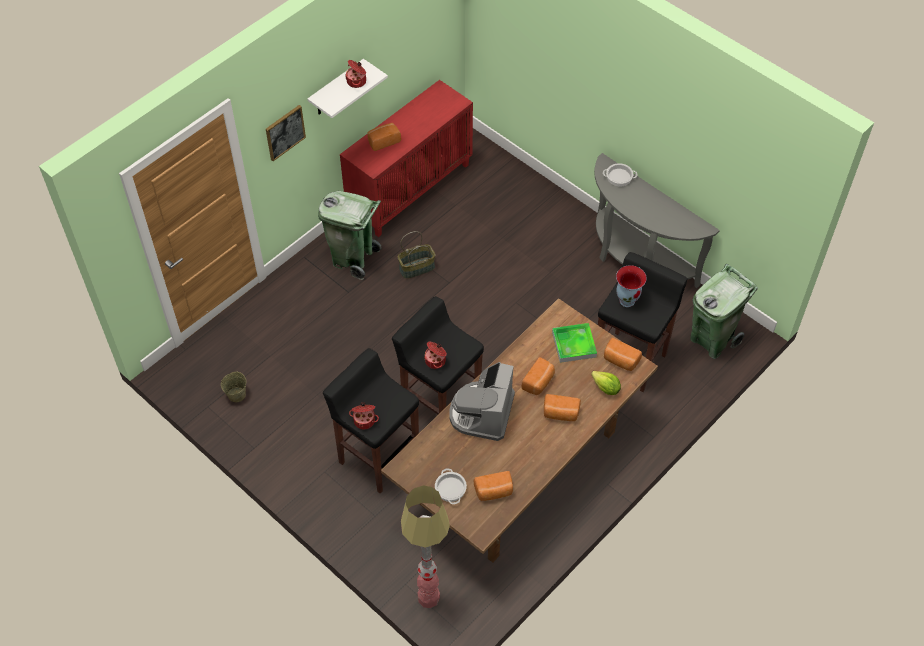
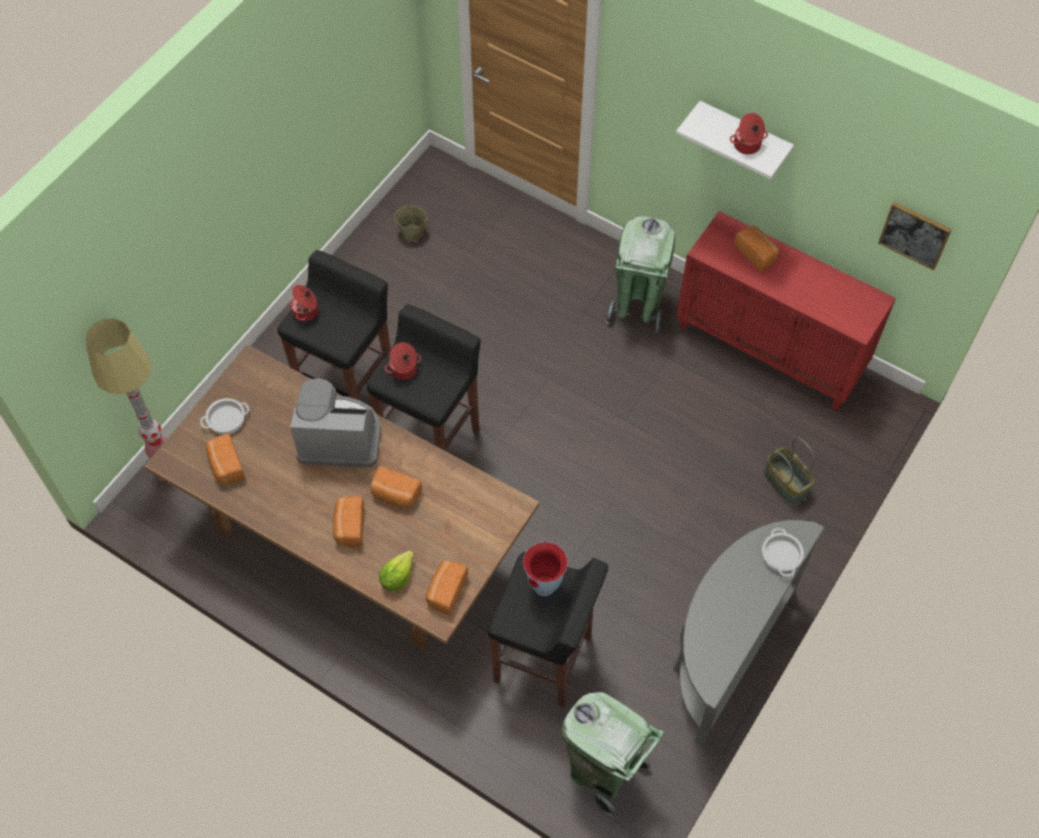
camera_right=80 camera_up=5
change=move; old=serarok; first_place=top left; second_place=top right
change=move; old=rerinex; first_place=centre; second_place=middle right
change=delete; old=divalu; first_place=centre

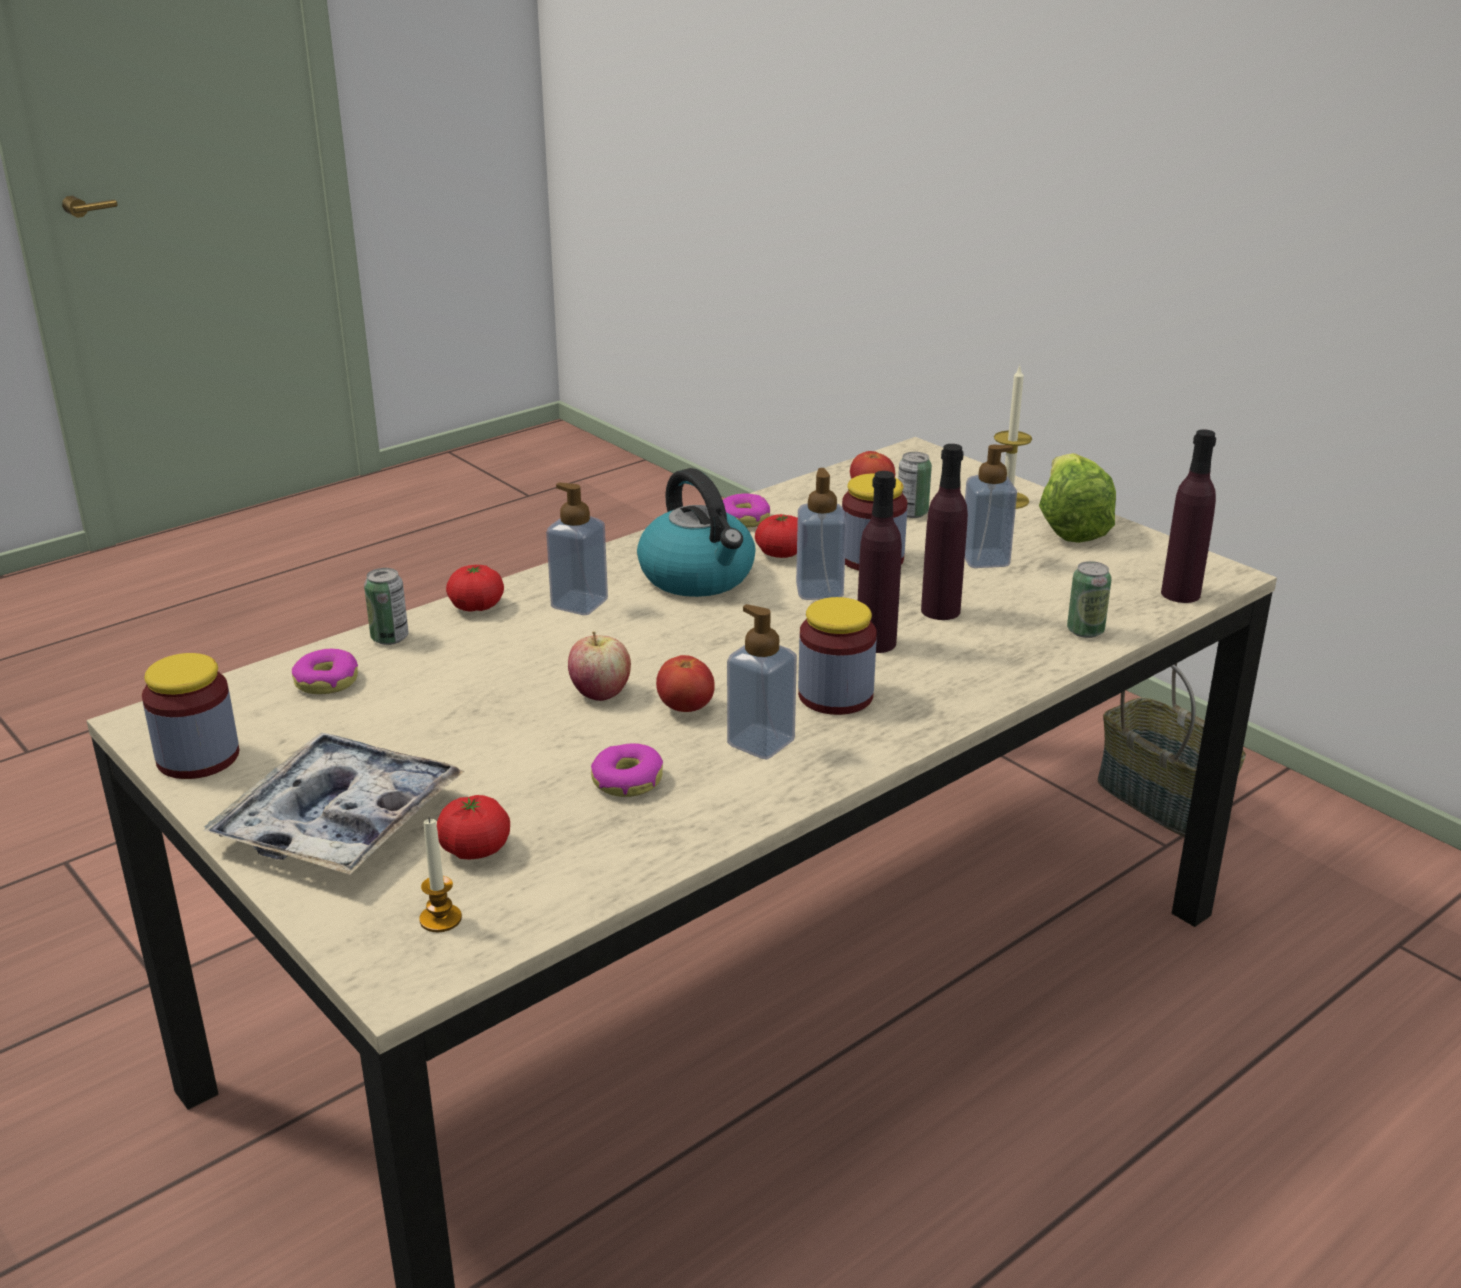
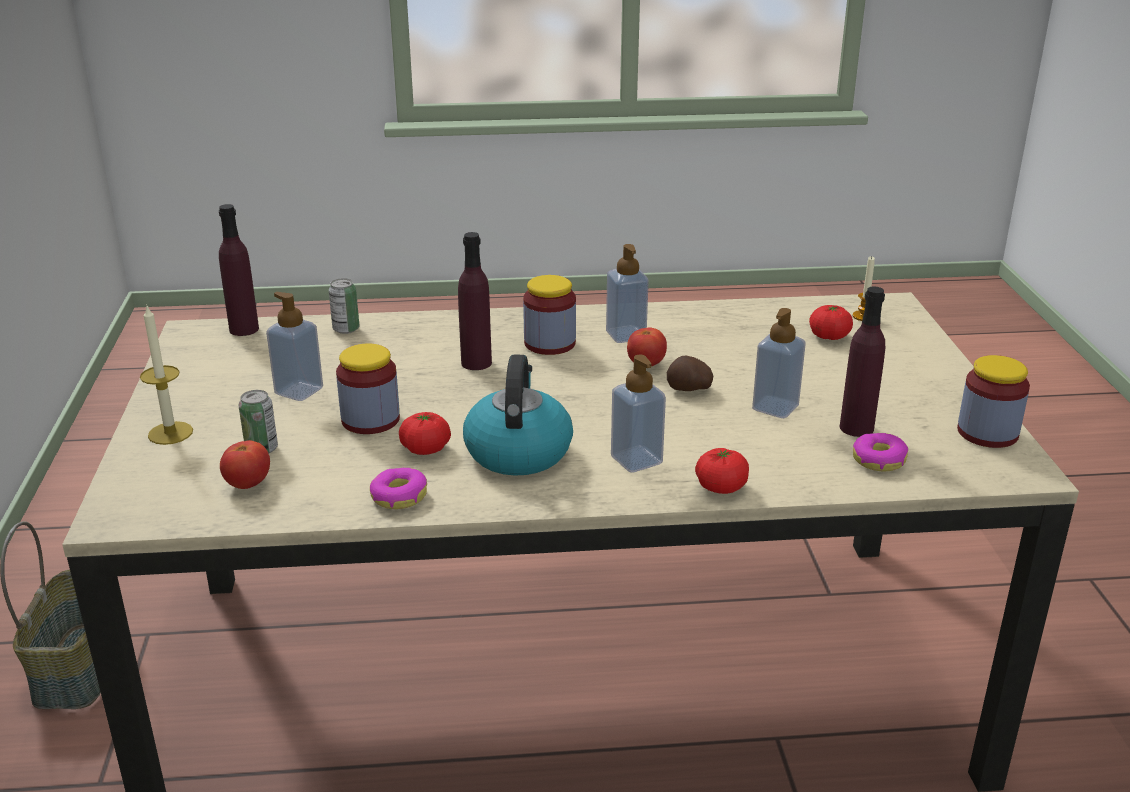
camera_right=-145 camera_up=0
change=move; old=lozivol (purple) (2nd from left in the first image); new=lozivol (purple) (3rd from left); first_place=centre; second_place=middle right
change=delete; old=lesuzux; first_place=middle right
change=move; old=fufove (3rd from left in the first image); new=fufove (4th from left); first_place=centre; second_place=middle right
change=delete; old=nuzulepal (1st from left); first_place=middle left
change=replace; old=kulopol; new=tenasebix; first_place=centre; second_place=centre
change=delete; old=divalu; first_place=middle left
change=delete; old=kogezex (2nd from left); first_place=centre

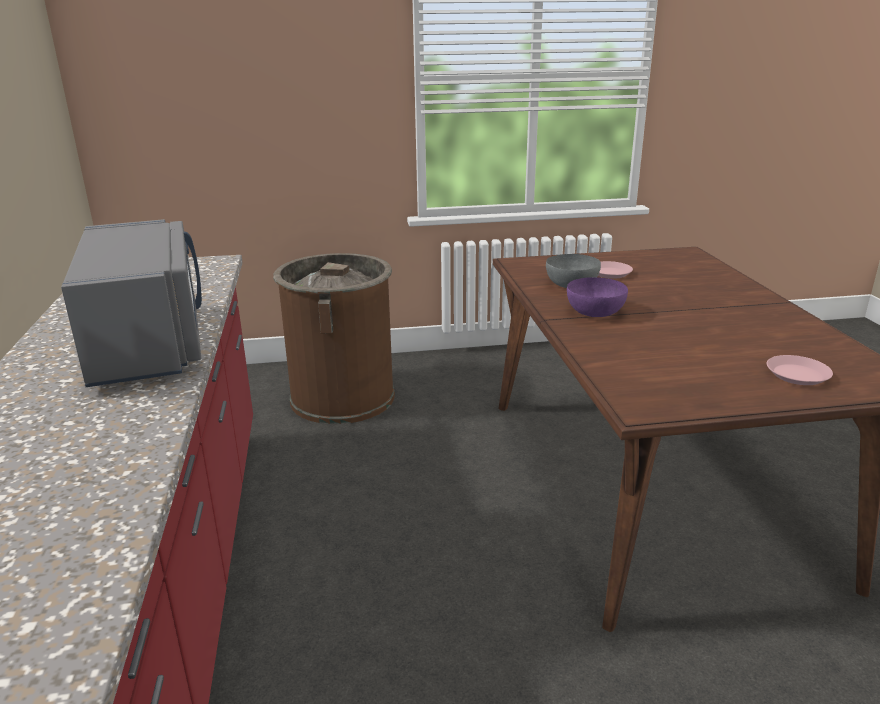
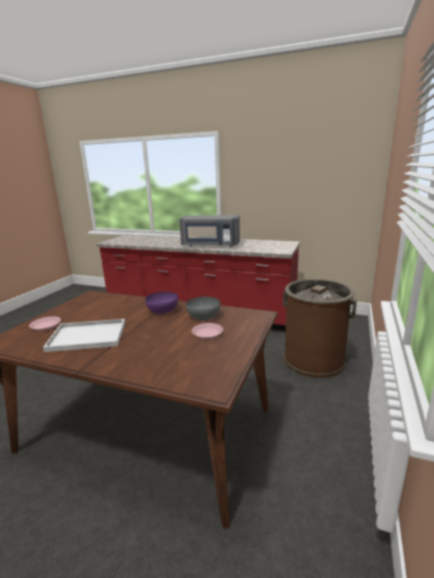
camera_right=120 camera_up=-5
change=insert; new=divalu (white); second_place=middle left

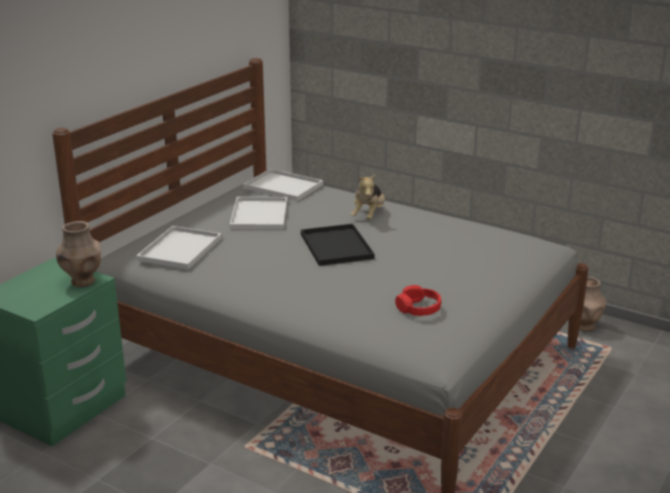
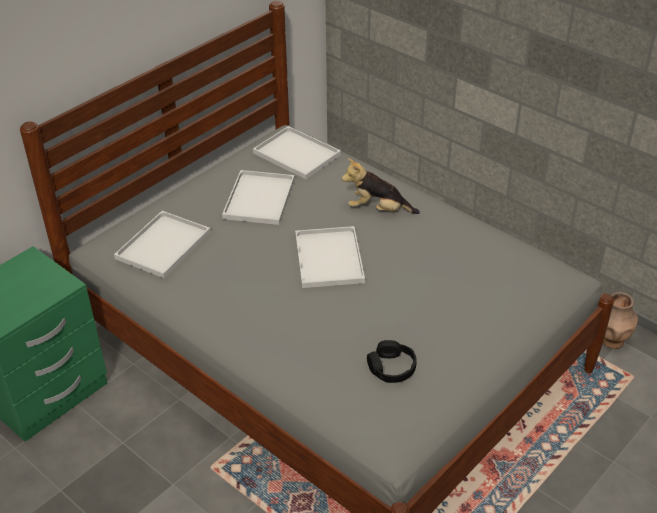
camera_right=10 camera_up=15
change=rotate; old=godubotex; first_place=centre; second_place=centre; degrees=75
change=delete; old=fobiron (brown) (1st from left); first_place=middle left
change=recolor; old=divalu (black); new=divalu (white) (4th from left); first_place=centre; second_place=centre
change=recolor; old=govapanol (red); new=govapanol (black); first_place=centre; second_place=bottom centre

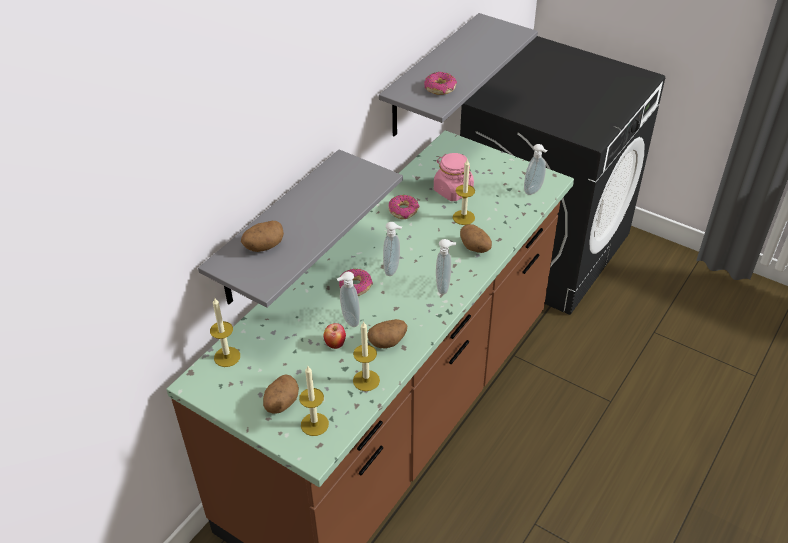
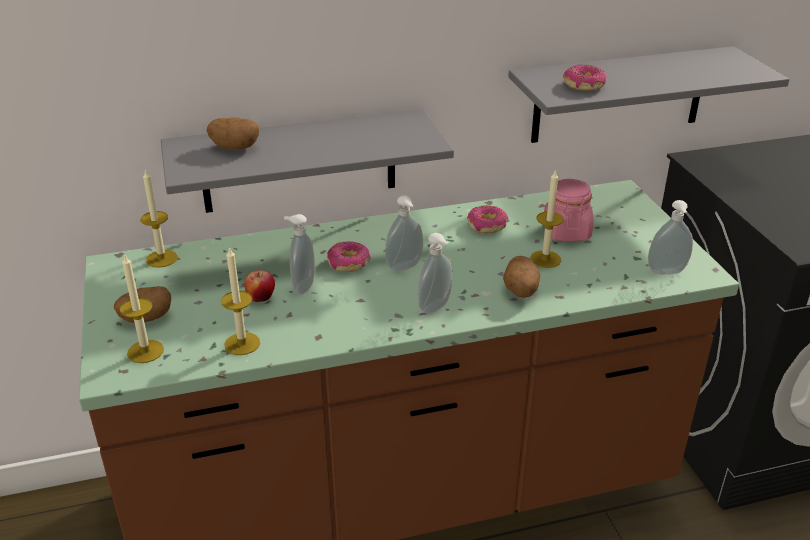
camera_right=40 camera_up=-10
change=delete; old=tenasebix (3rd from left); first_place=centre

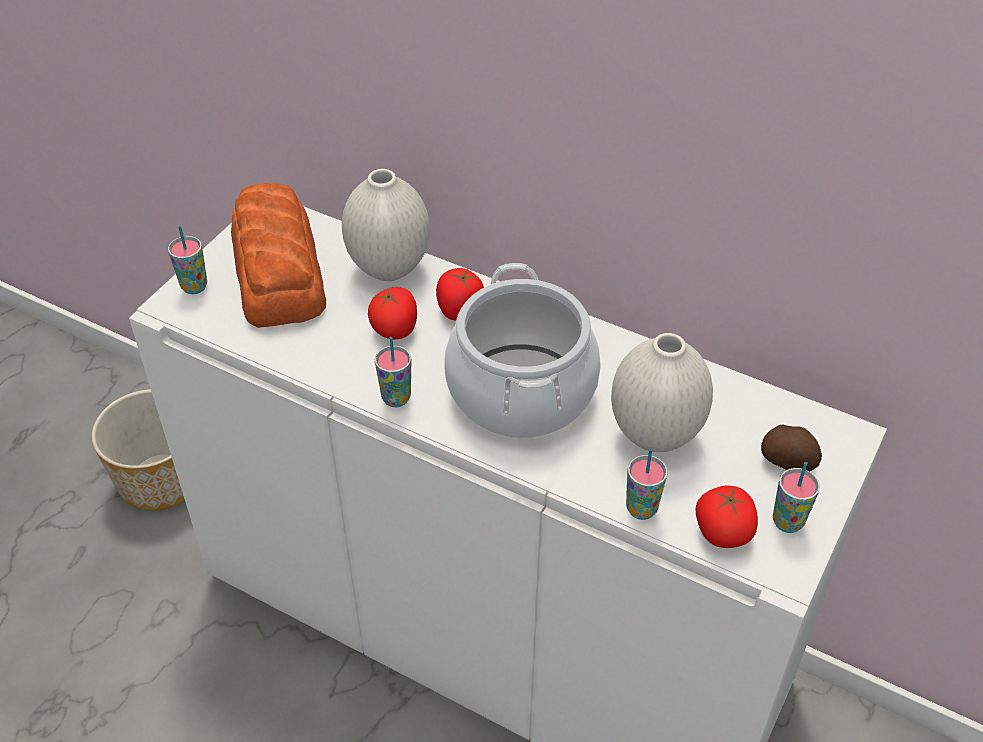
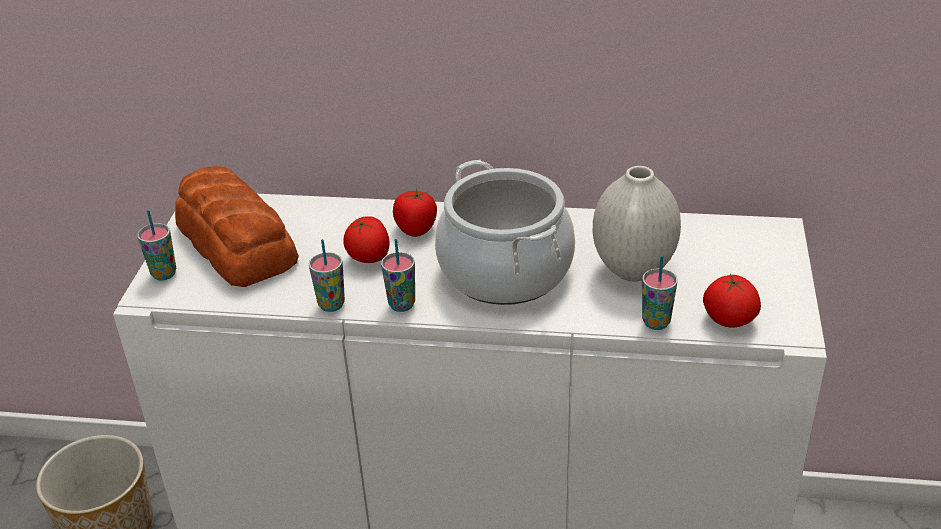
camera_right=-20 camera_up=-10
change=delete; old=fobiron (white) (1st from left); first_place=top centre
change=delete; old=tenasebix; first_place=middle right
change=move; old=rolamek (4th from left in the first image); new=rolamek (2nd from left); first_place=bottom right; second_place=centre

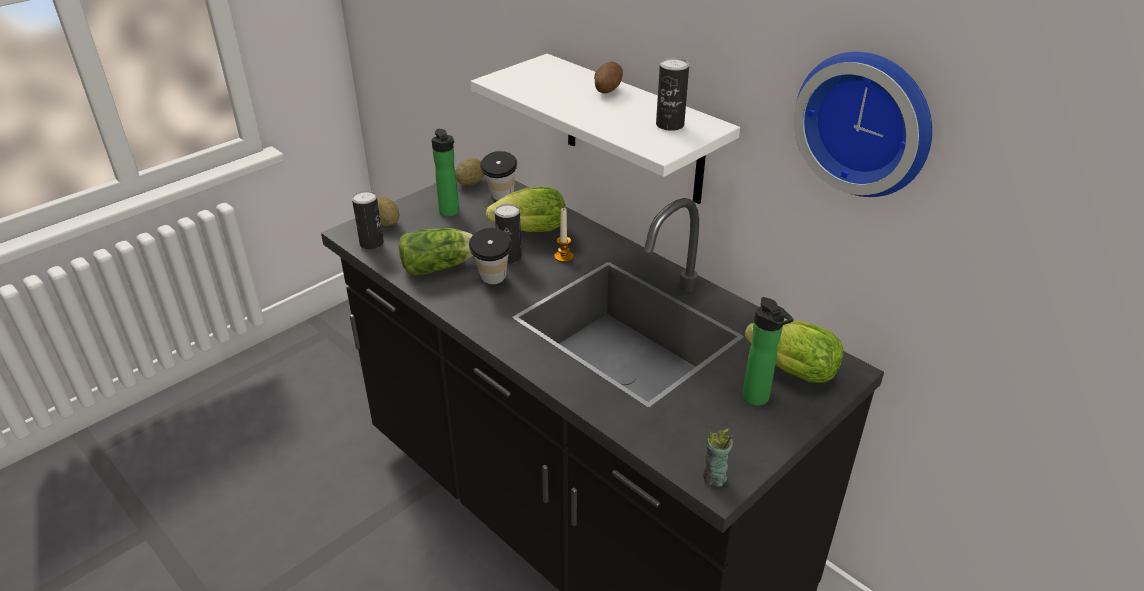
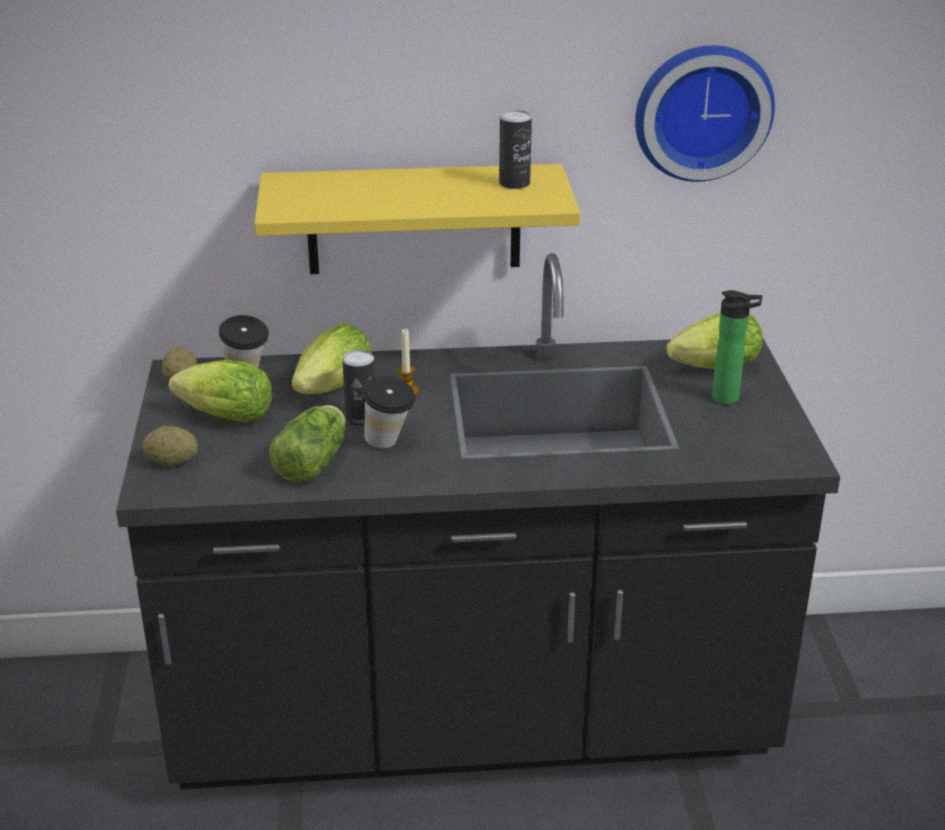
camera_right=-50 camera_up=-5
change=recolor; old=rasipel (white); new=rasipel (yellow); first_place=top centre; second_place=top centre
change=delete; old=tenasebix (3rd from left); first_place=top centre
change=replace; old=lozivol (1st from left); new=lesuzux (1st from left); first_place=top centre; second_place=middle left
change=delete; old=nuzulepal (1st from left); first_place=middle left
change=delete; old=rolamek (3rd from left); first_place=bottom centre

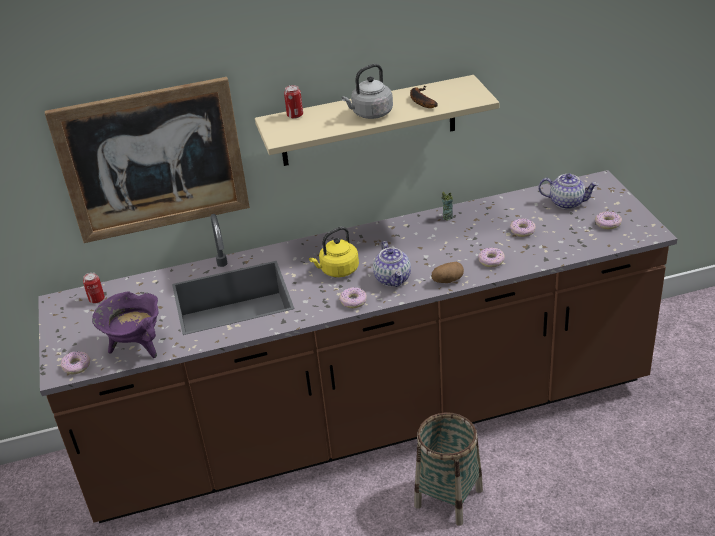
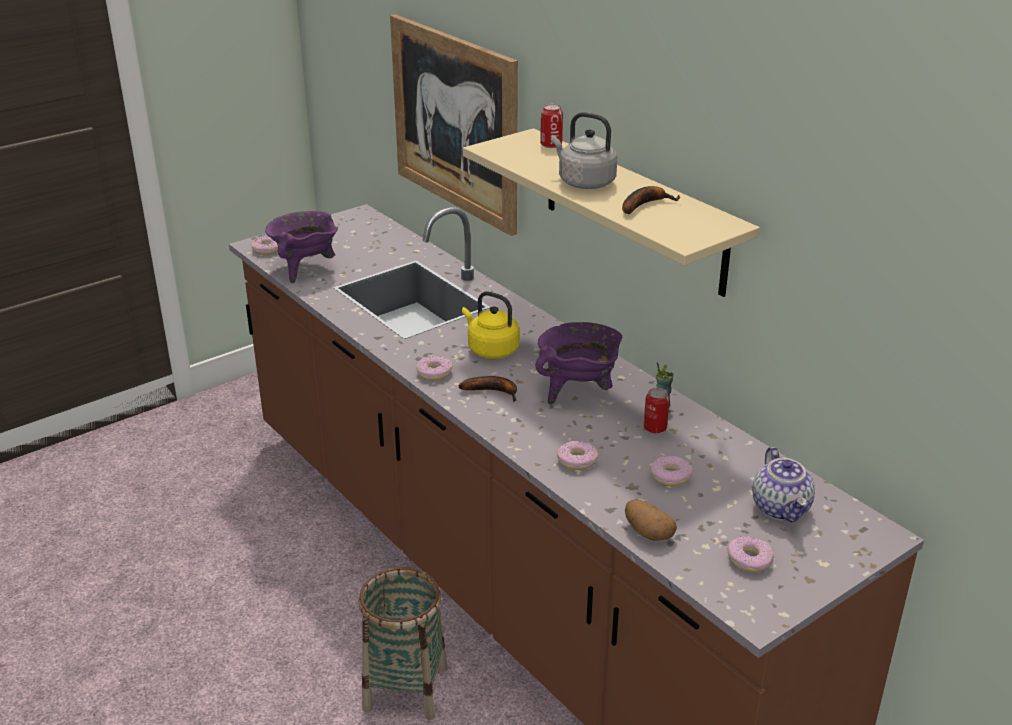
camera_right=65 camera_up=-5
change=replace; old=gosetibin (1st from left); new=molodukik (1st from left); first_place=centre; second_place=centre
change=move; old=tenasebix; first_place=centre; second_place=bottom centre
change=move; old=nuzulepal (1st from left in the first image); new=nuzulepal (2nd from left); first_place=middle left; second_place=centre
change=insert; new=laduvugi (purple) (2nd from left); second_place=centre

